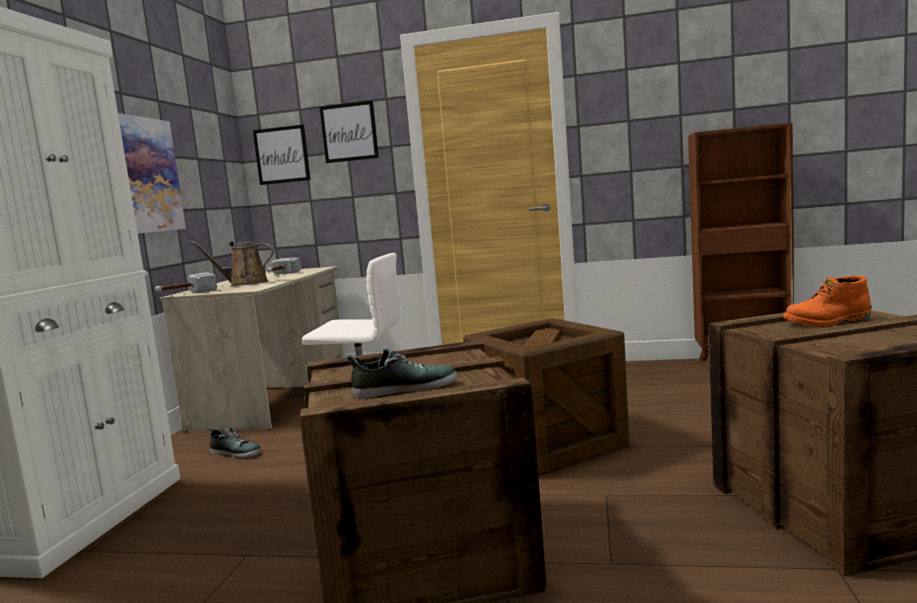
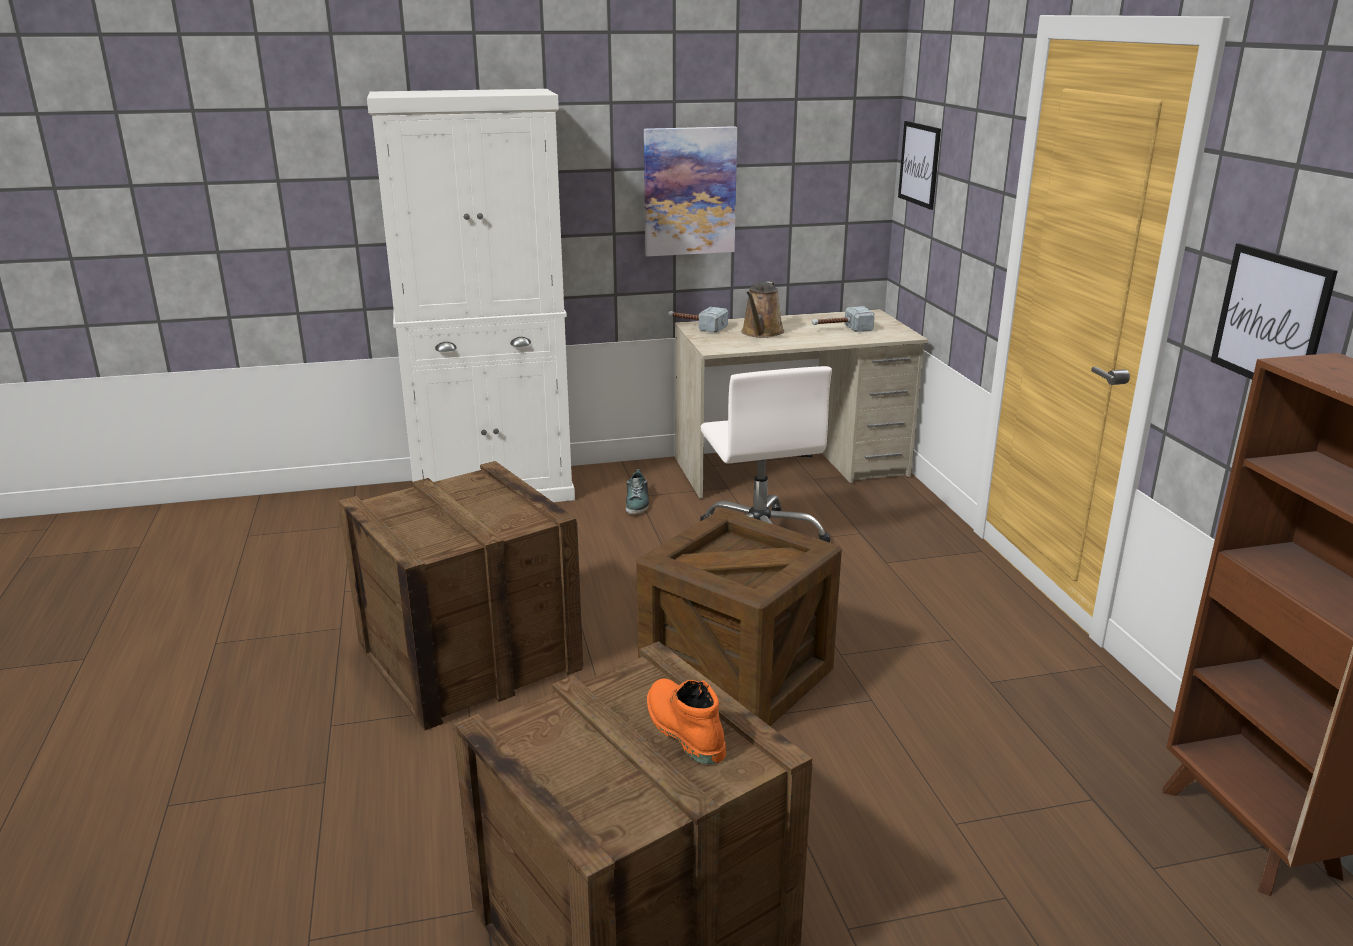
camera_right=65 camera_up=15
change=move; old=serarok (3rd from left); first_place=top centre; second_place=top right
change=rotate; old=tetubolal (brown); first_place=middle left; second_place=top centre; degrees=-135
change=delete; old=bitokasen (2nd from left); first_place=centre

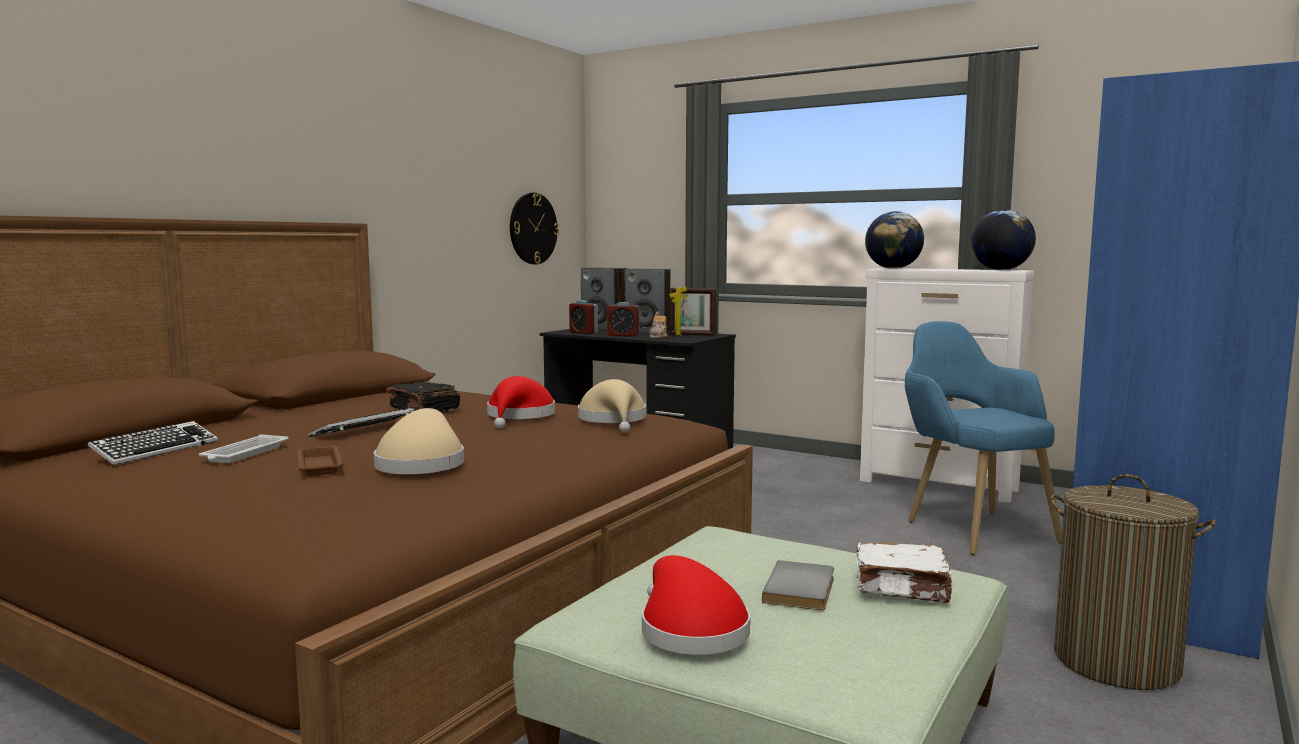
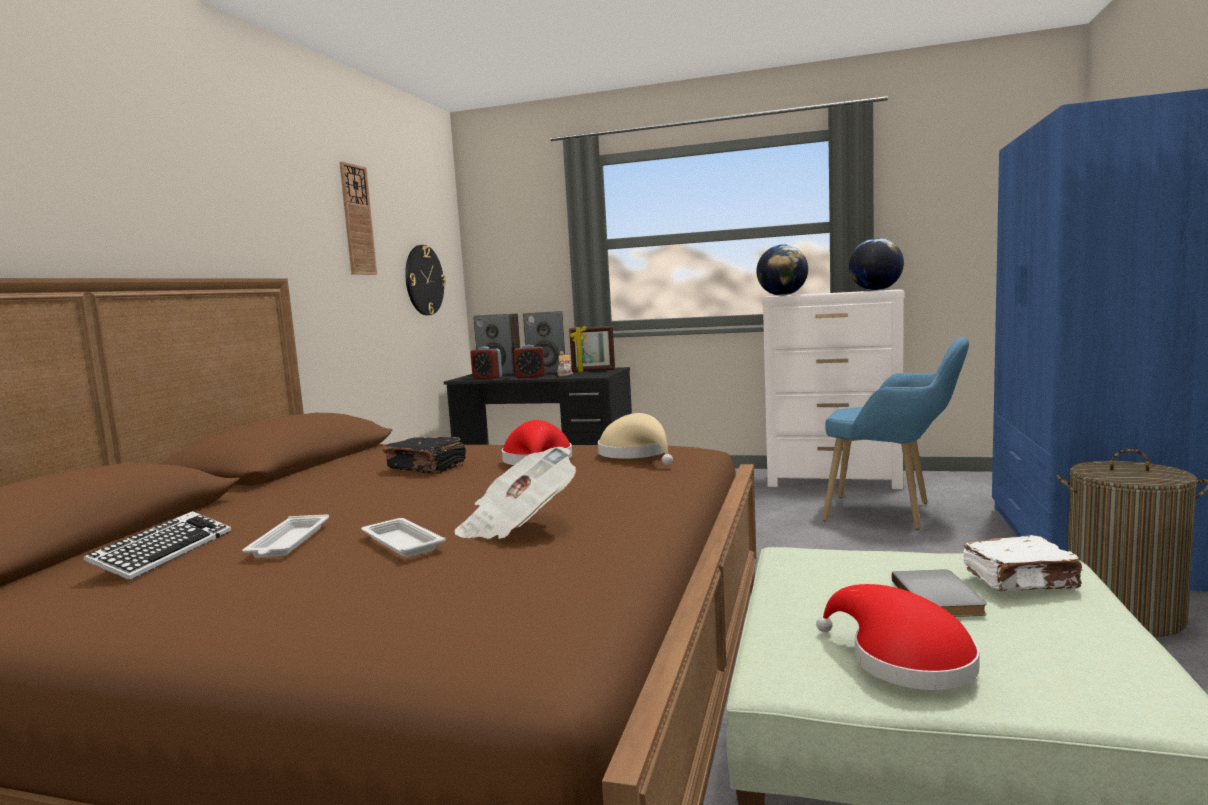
camera_right=-15 camera_up=0
change=rotate; old=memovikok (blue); first_place=middle right; second_place=middle right; degrees=150
change=delete; old=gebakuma (2nd from left); first_place=middle left
change=replace; old=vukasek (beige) (1st from left); new=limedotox; first_place=middle left; second_place=centre
change=recolor; old=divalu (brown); new=divalu (white) (2nd from left); first_place=middle left; second_place=bottom centre
change=insert; new=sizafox (1st from left); second_place=top left

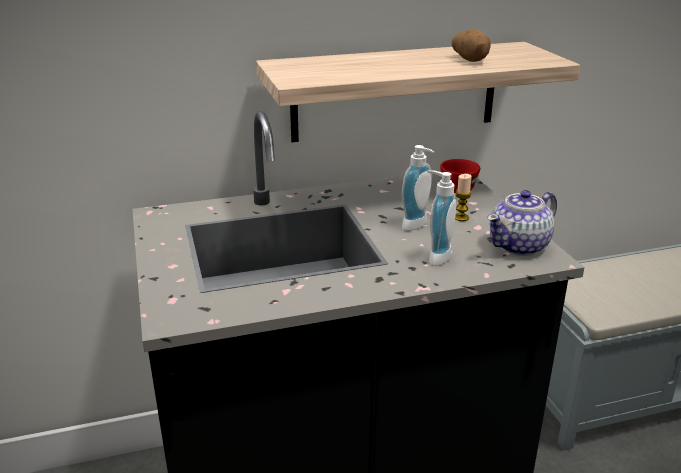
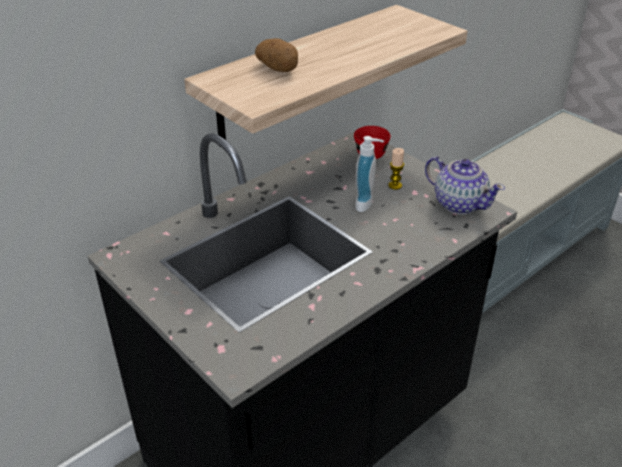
camera_right=-25 camera_up=10
change=move; old=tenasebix; first_place=top right; second_place=top centre
change=delete; old=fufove (2nd from left); first_place=centre
change=rotate; old=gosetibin; first_place=middle right; second_place=middle right; degrees=-75

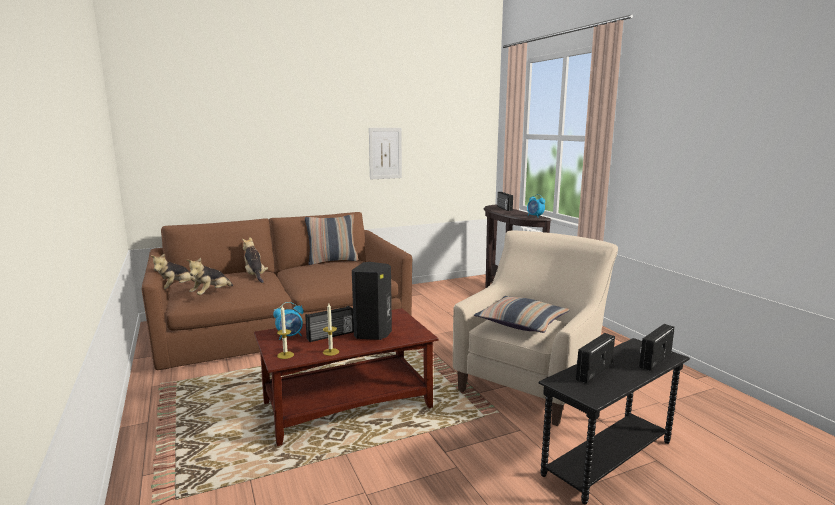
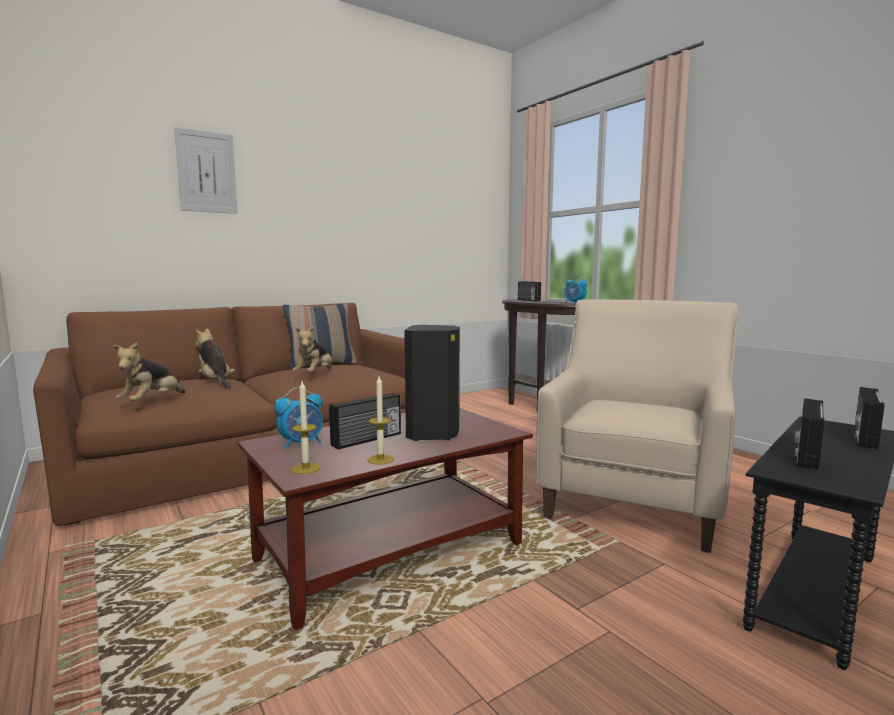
camera_right=-10 camera_up=-5
change=move; old=serarok; first_place=top centre; second_place=top left
change=move; old=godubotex (1st from left in the first image); new=godubotex (3rd from left); first_place=middle left; second_place=centre
change=delete; old=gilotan (2nd from left); first_place=centre

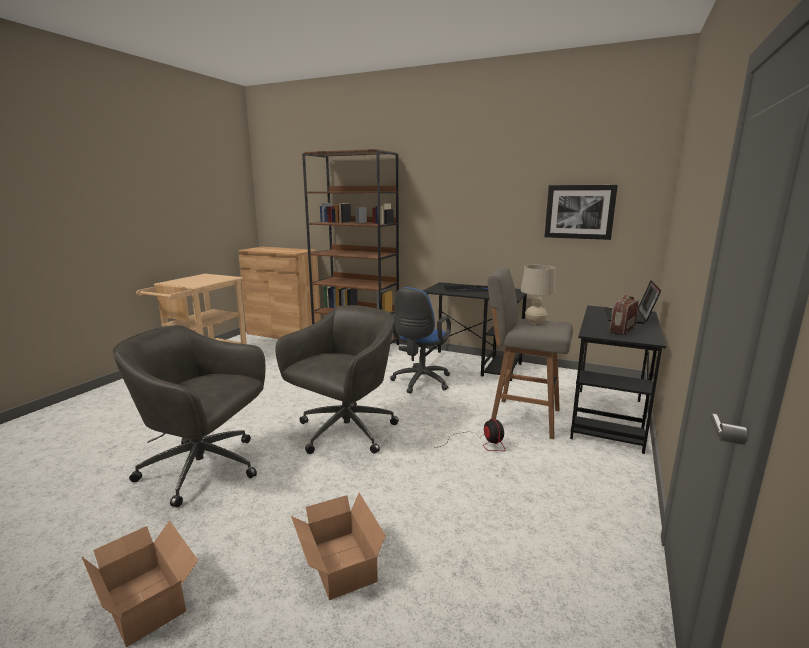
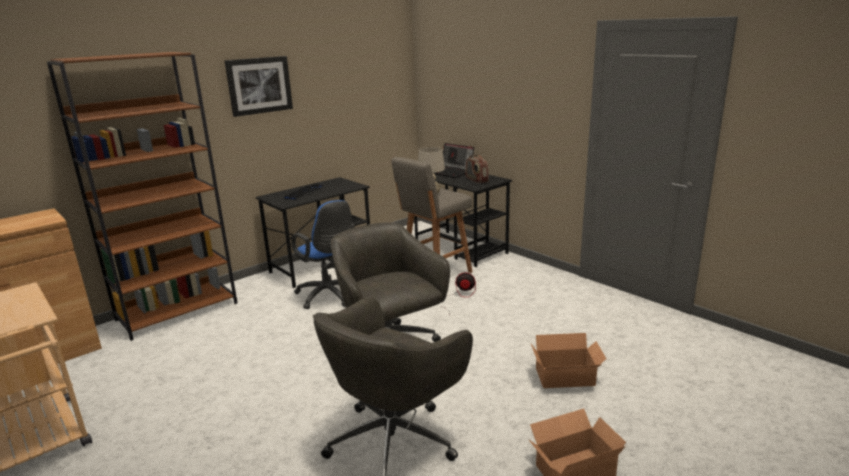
camera_right=-65 camera_up=5
change=move; old=serarok; first_place=top right; second_place=top left

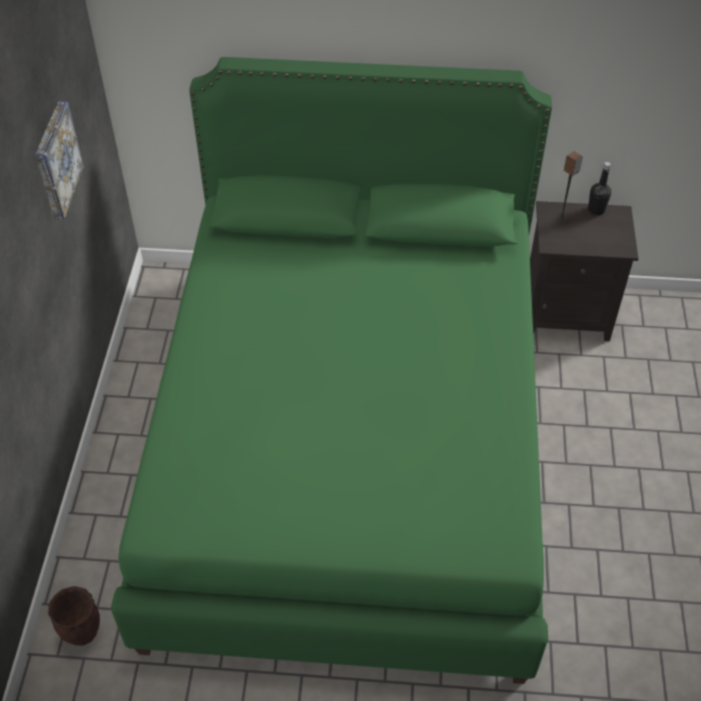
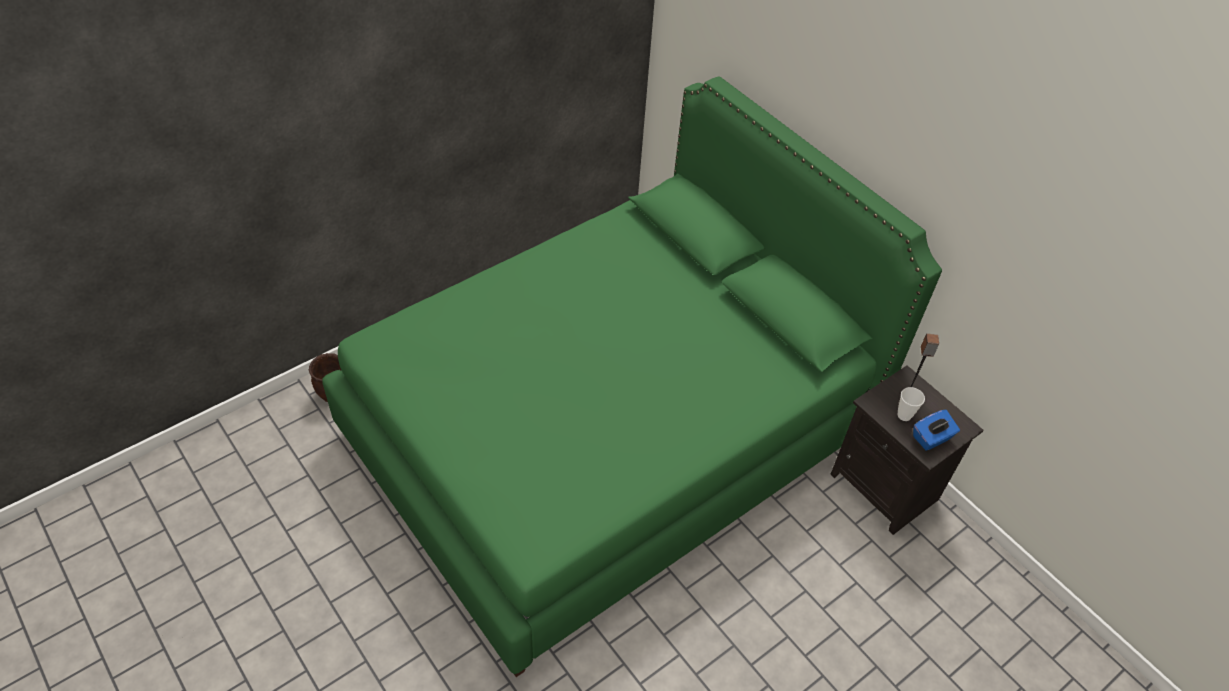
camera_right=45 camera_up=0
change=delete; old=serarok; first_place=top left
change=delete; old=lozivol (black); first_place=top right
change=insert; new=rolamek; second_place=middle right
change=insert; new=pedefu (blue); second_place=middle right

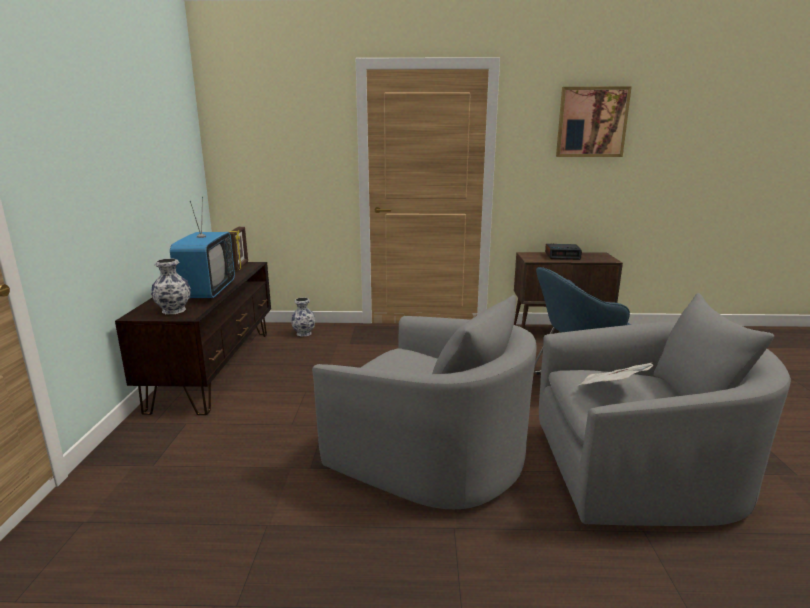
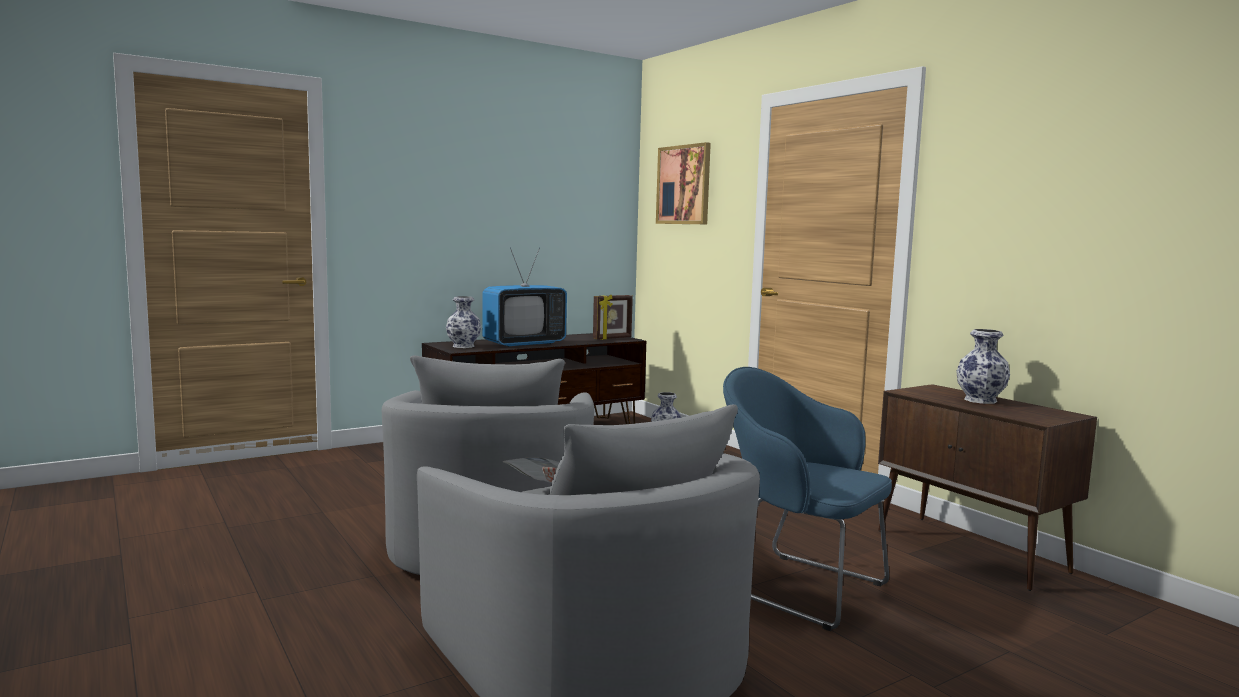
camera_right=55 camera_up=-10
change=move; old=serarok; first_place=top right; second_place=top centre
change=replace; old=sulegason; new=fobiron (3rd from left); first_place=middle right; second_place=middle right

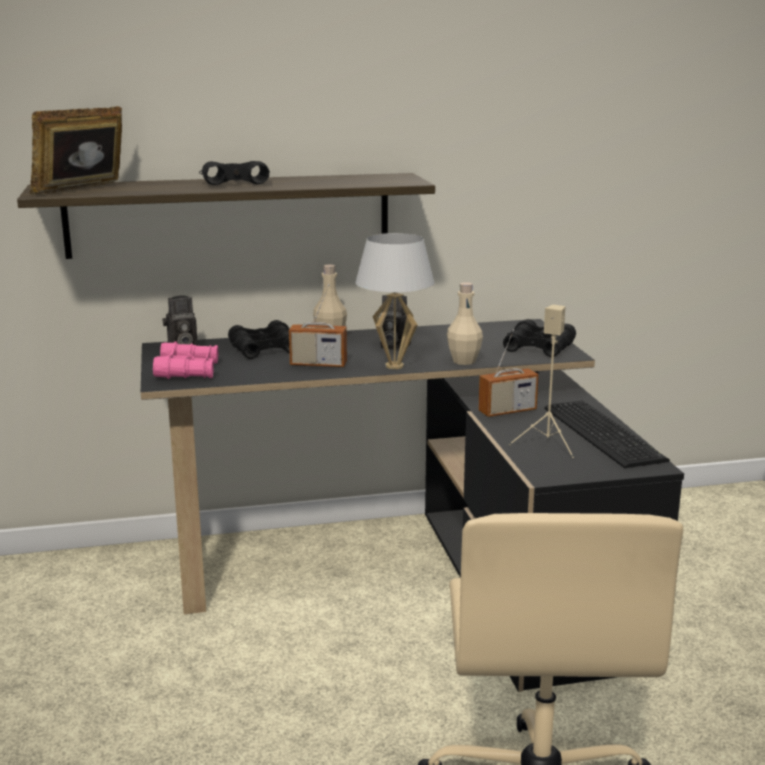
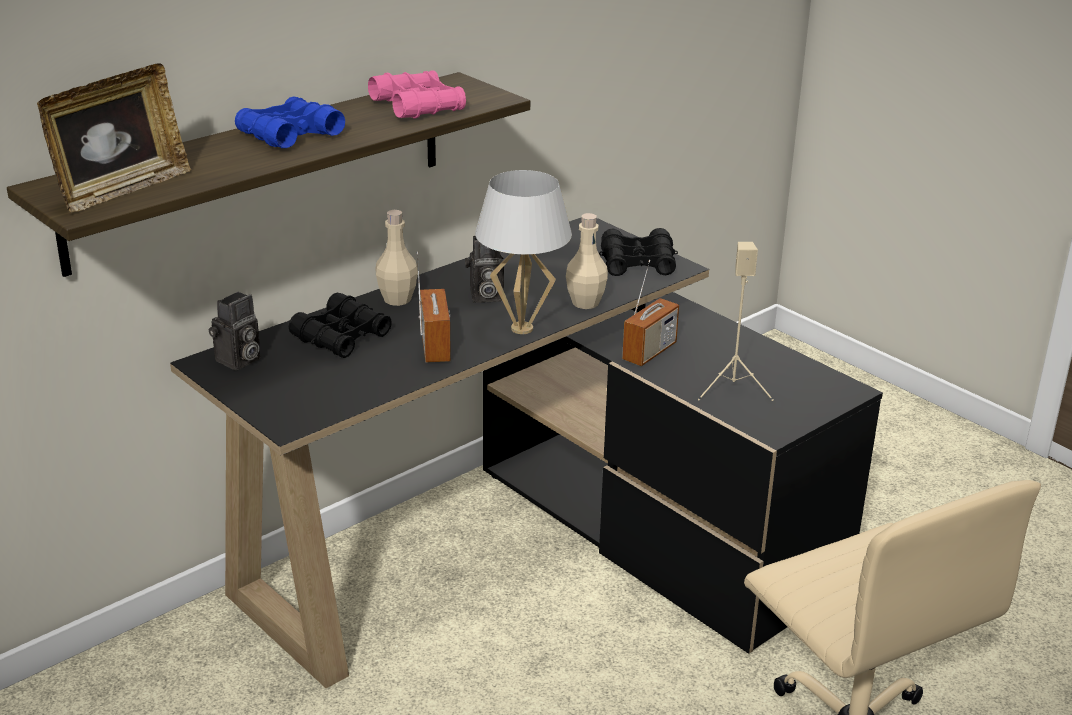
camera_right=-30 camera_up=10
change=rotate; old=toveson; first_place=top left; second_place=top left; degrees=-150
change=recolor; old=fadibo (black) (1st from left); new=fadibo (blue); first_place=top left; second_place=top left
change=rotate; old=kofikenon (1st from left); first_place=centre; second_place=centre; degrees=-75
change=move; old=fadibo (pink); first_place=middle left; second_place=top centre
change=delete; old=gebakuma; first_place=middle right

